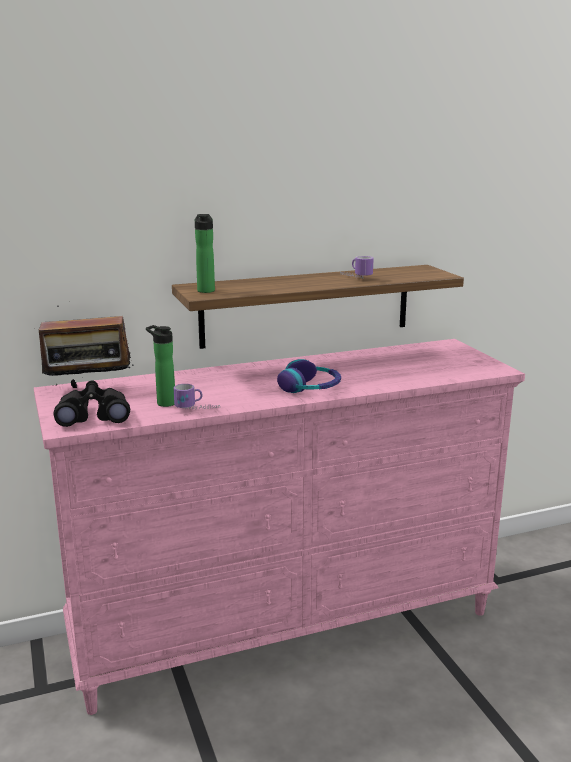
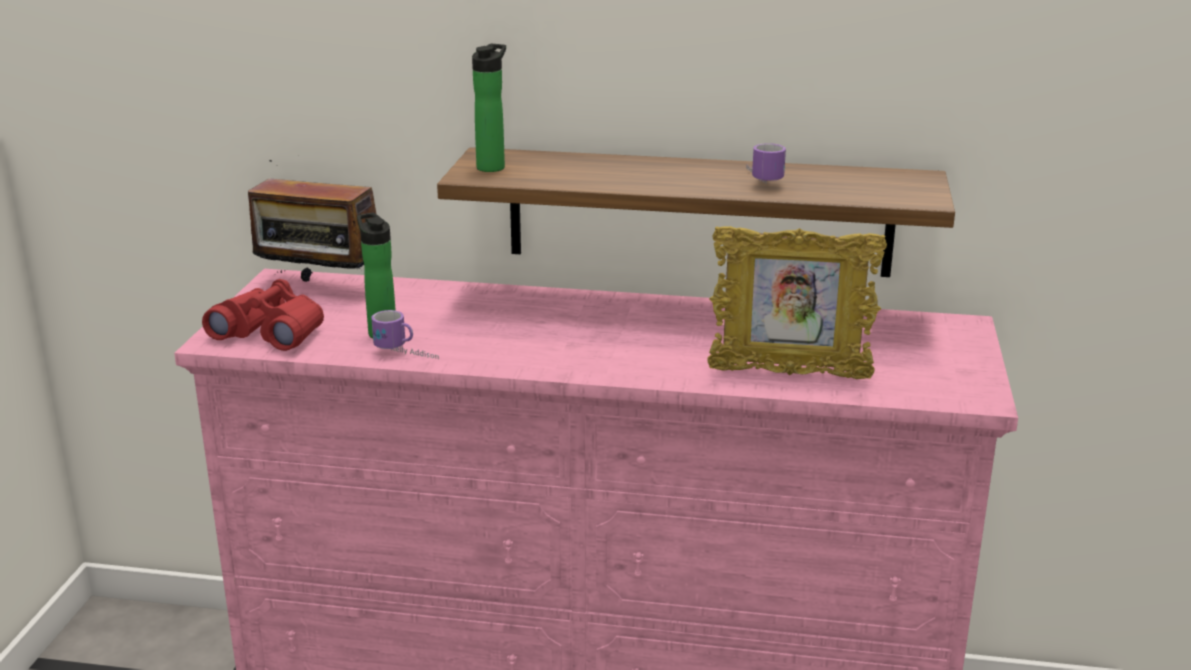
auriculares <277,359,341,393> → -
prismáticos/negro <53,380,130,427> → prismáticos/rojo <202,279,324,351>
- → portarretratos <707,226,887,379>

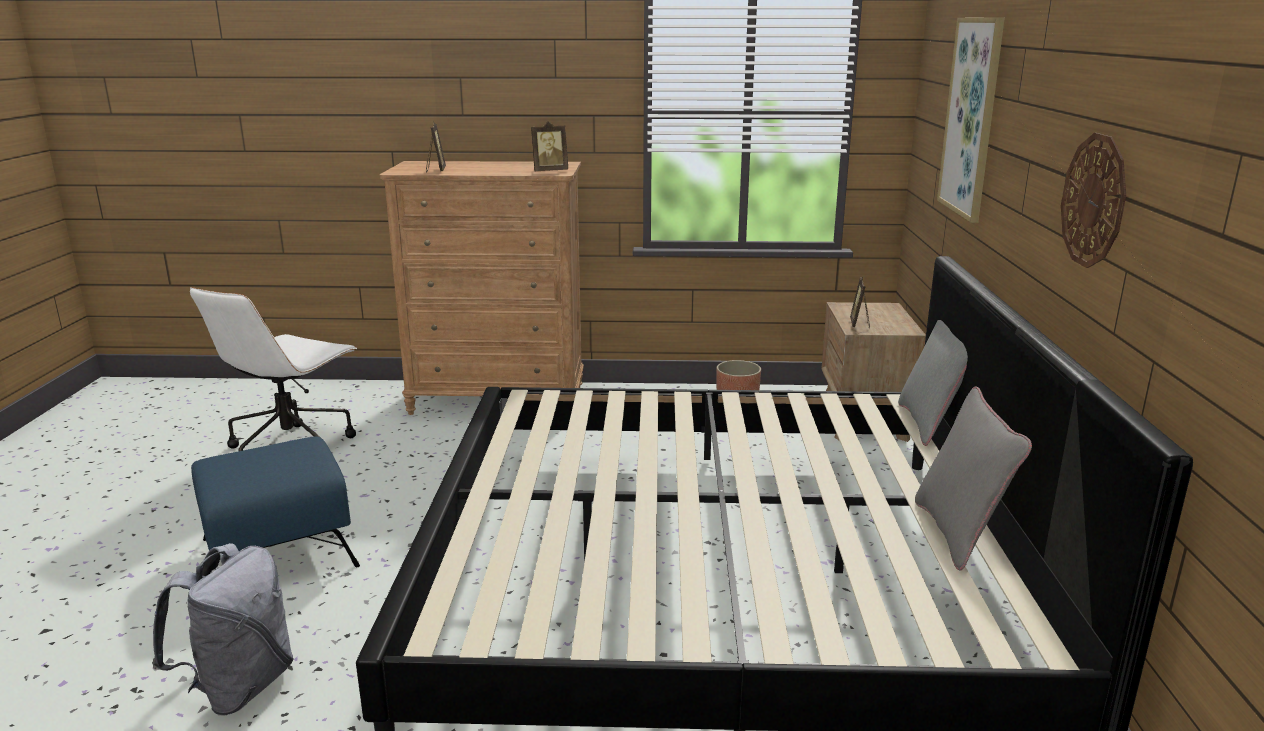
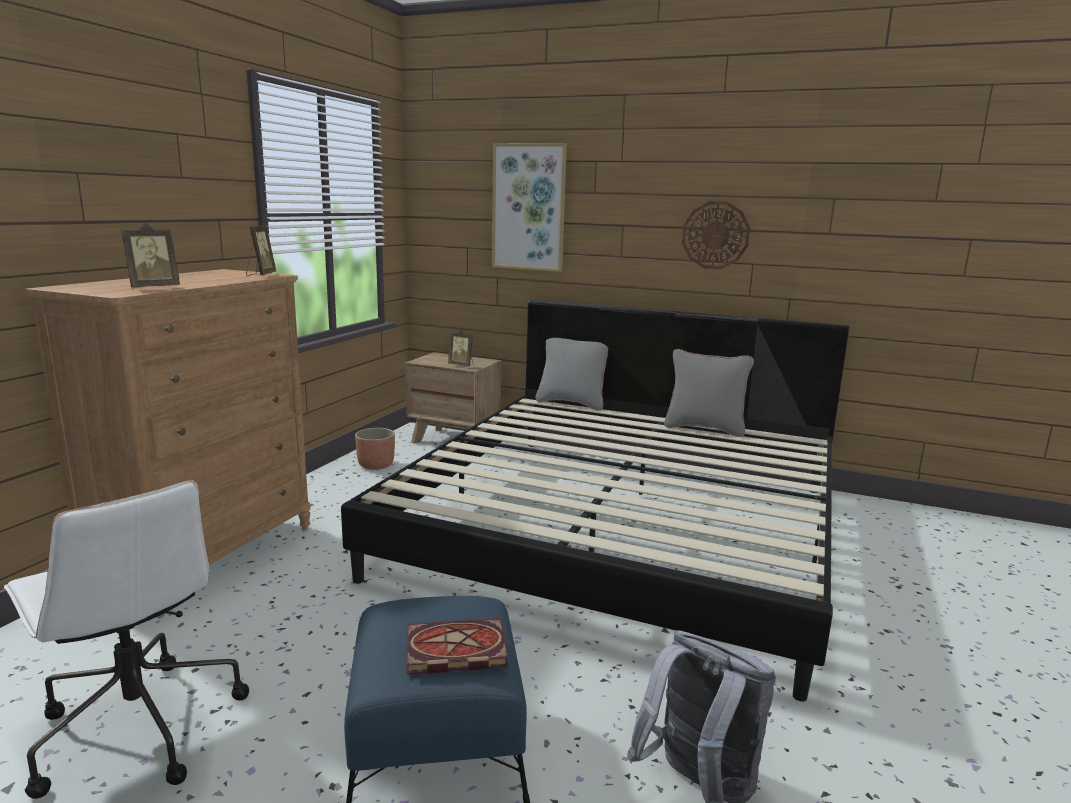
portarretratos <426,120,446,173> → portarretratos <121,222,180,287>, 120 degrees clockwise
- → libro <406,618,509,674>

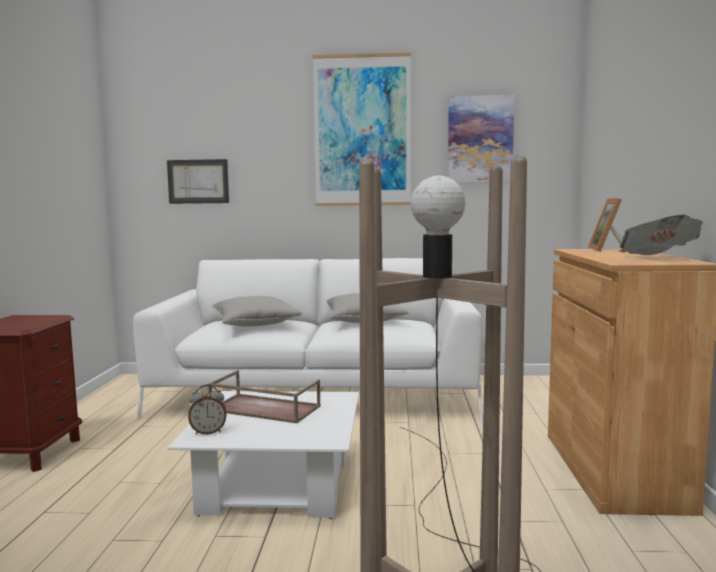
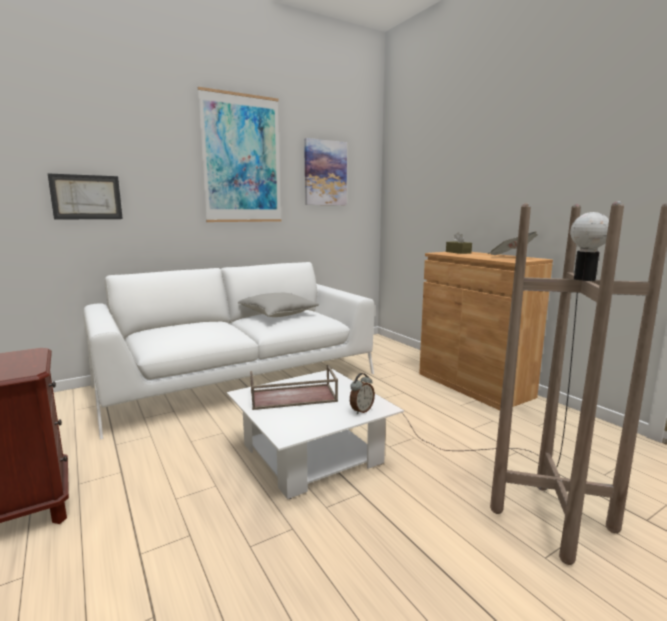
portarretratos <588,198,622,252> → caja de pañuelos/marrón <446,232,472,254>
cojín/gris <213,296,302,326> → -
despertador <188,384,227,435> → despertador <350,373,375,415>, relocated

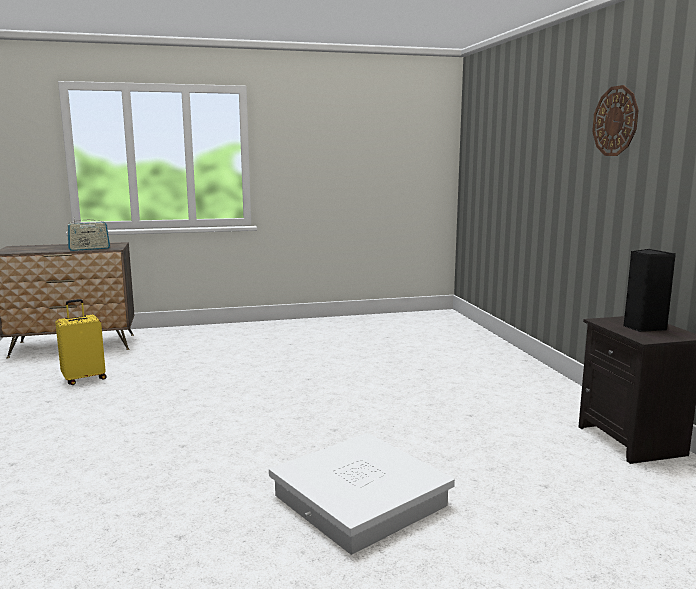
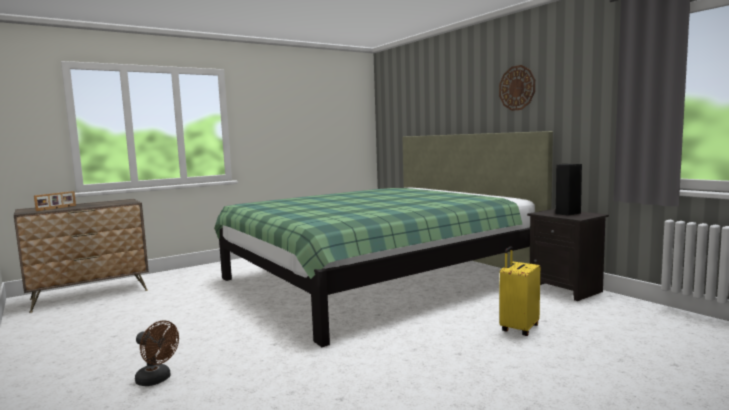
radio <67,217,110,251> → -
maleta/amarillo <55,299,107,385> → maleta/amarillo <499,246,540,336>, relocated
caja de almacenaje/blanco <269,433,455,555> → -
- → cama/verde <214,131,553,347>
- → portarretratos <34,191,76,211>
- → ventilador/marrón <135,320,179,386>

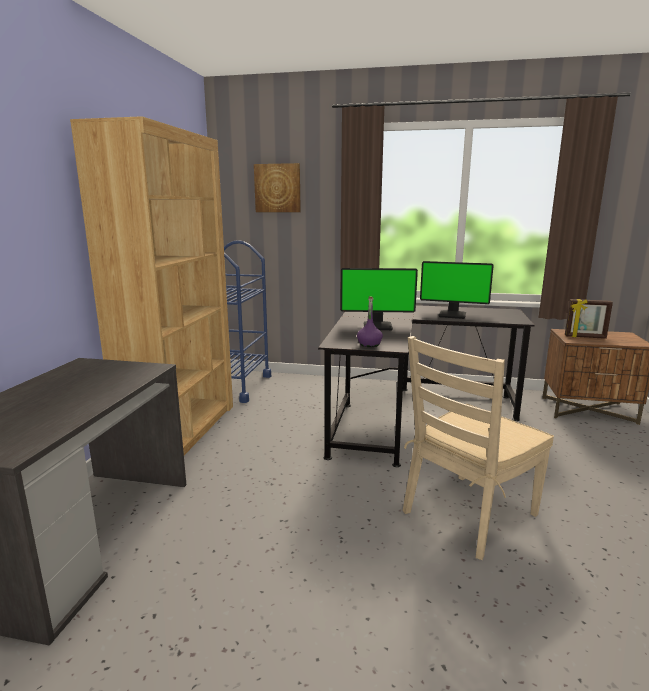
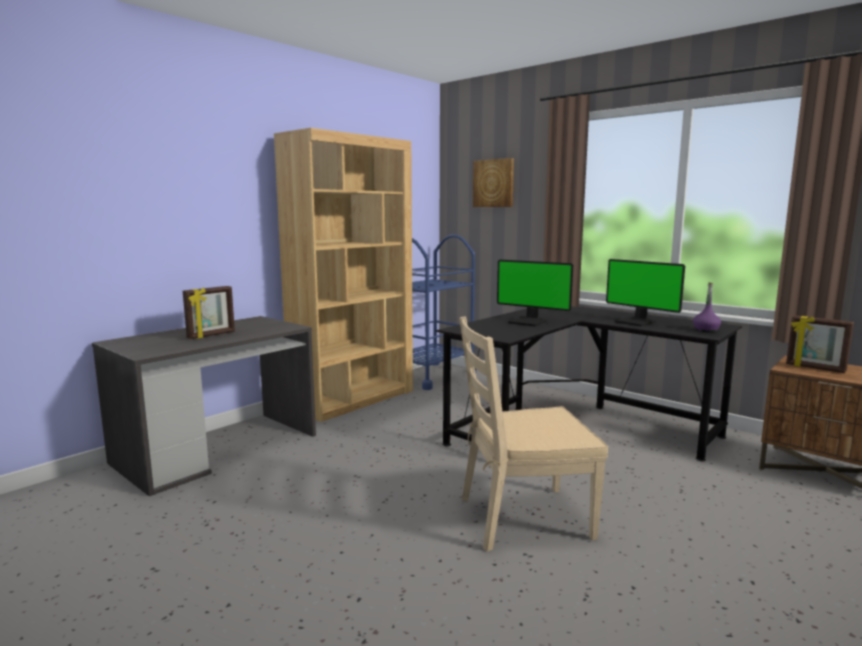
botella/morado <357,296,383,347> → botella/morado <693,282,721,332>, relocated
- → portarretratos <183,286,235,339>

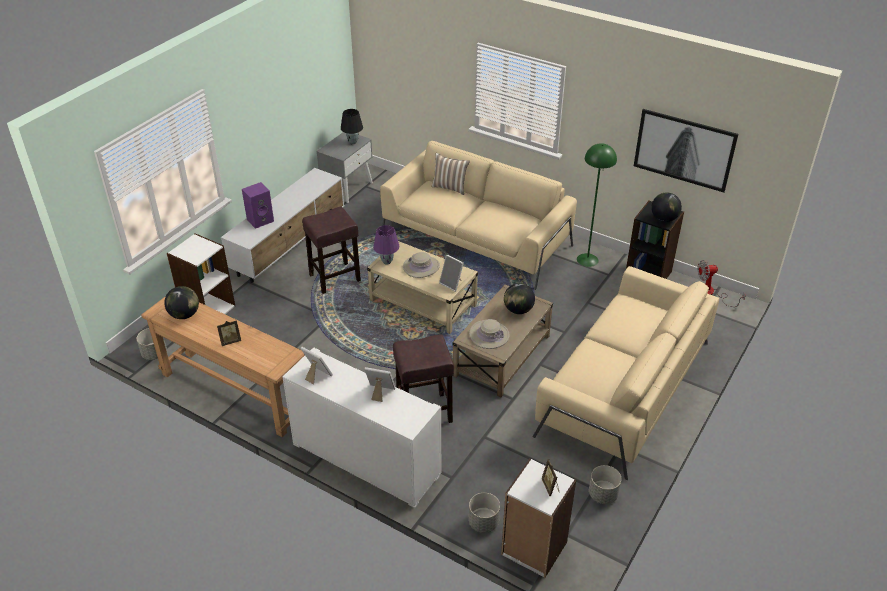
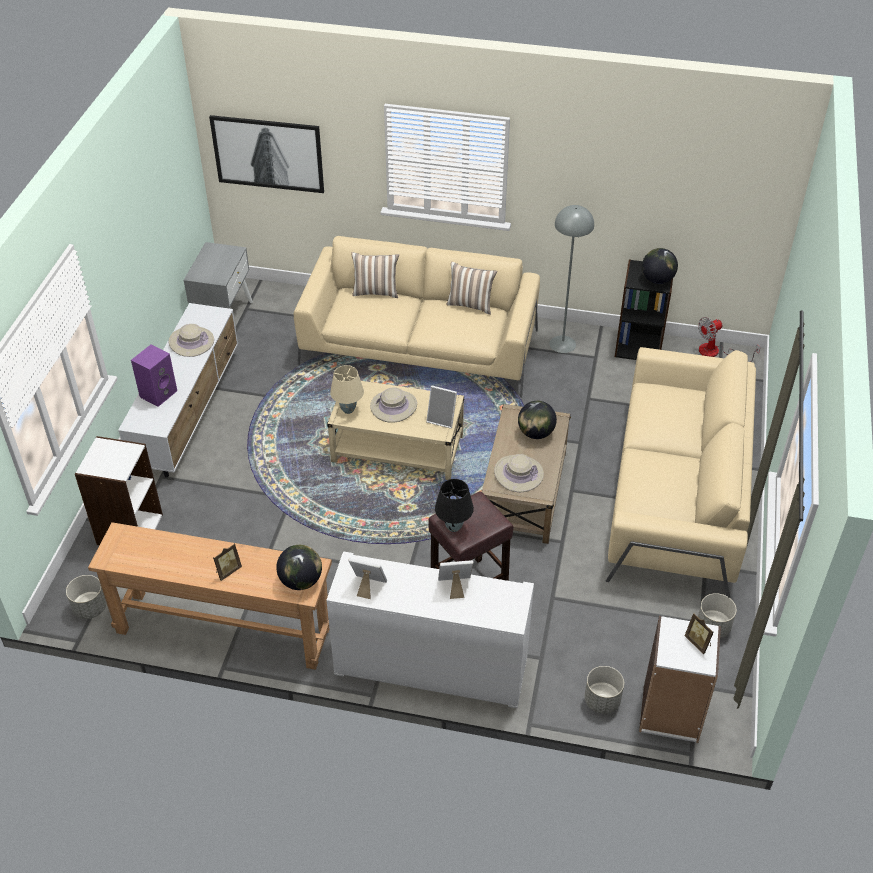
lámpara de mesa/negro <341,109,363,144> → lámpara de mesa/negro <435,479,474,532>, relocated
cuadro <634,109,738,192> → cuadro <209,115,324,193>, relocated
lámpara de pie/verde <577,143,617,267> → lámpara de pie/gris <549,205,594,353>
taburete/marrón <302,207,361,294> → -
lámpara de mesa/morado <373,225,399,264> → lámpara de mesa/beis <330,365,364,414>
globo terráqueo <164,286,199,319> → globo terráqueo <276,545,322,590>, relocated
- → cojín <446,261,497,315>
- → sombrero/beis <169,324,214,357>

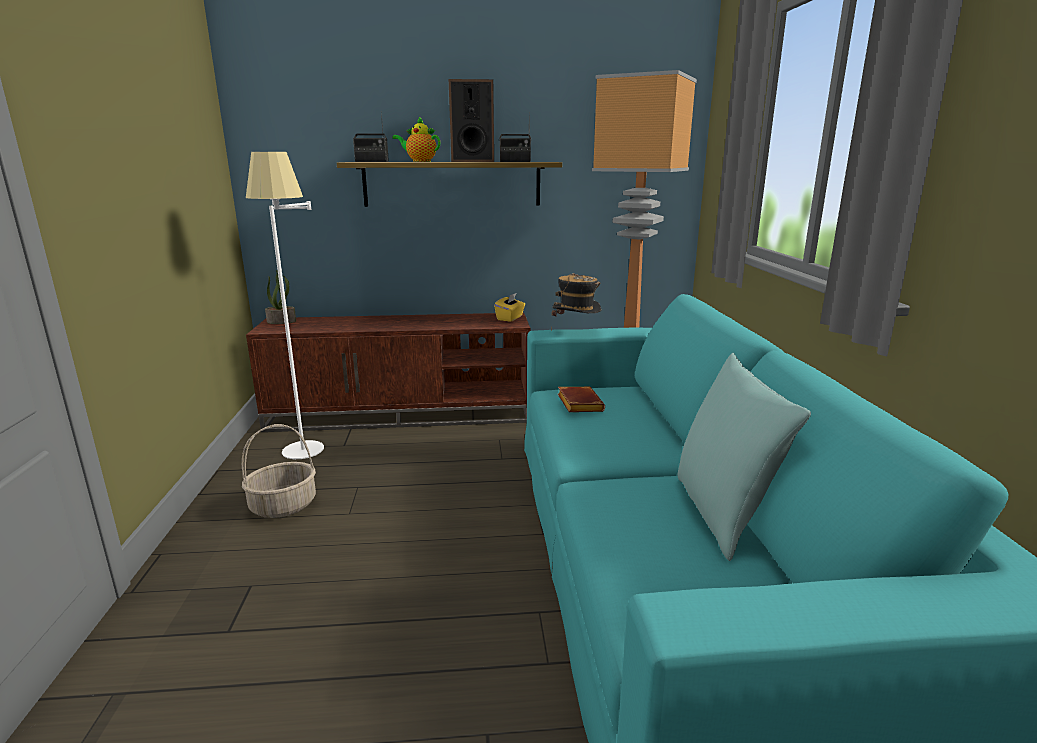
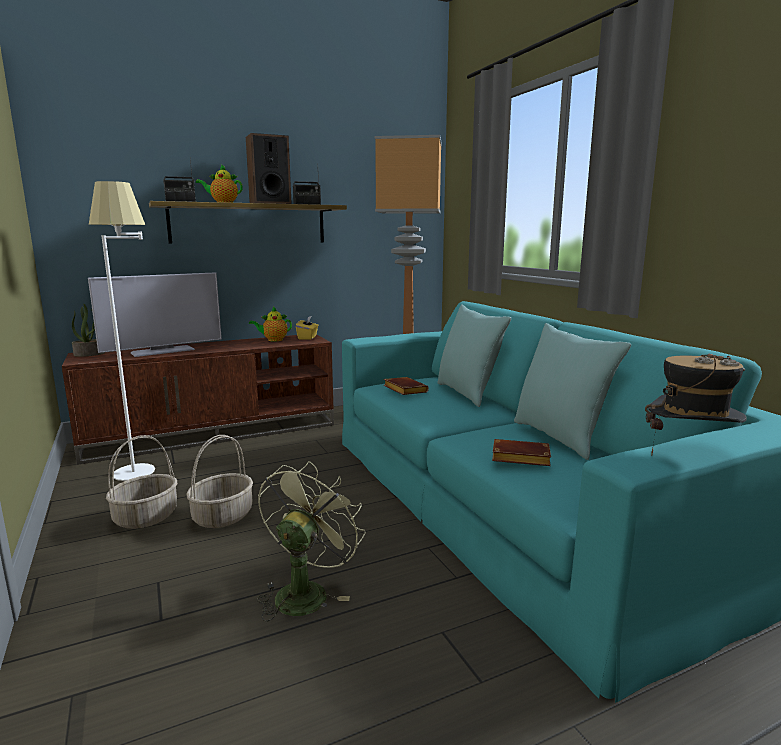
sombrero <551,273,601,331> → sombrero <645,353,747,454>, relocated
- → televisor <88,272,222,357>
- → cojín/turquesa <437,304,511,407>
- → tetera <249,306,292,341>
- → cesta <186,435,253,528>
- → libro/marrón <492,439,551,466>
- → ventilador/verde <257,461,366,622>

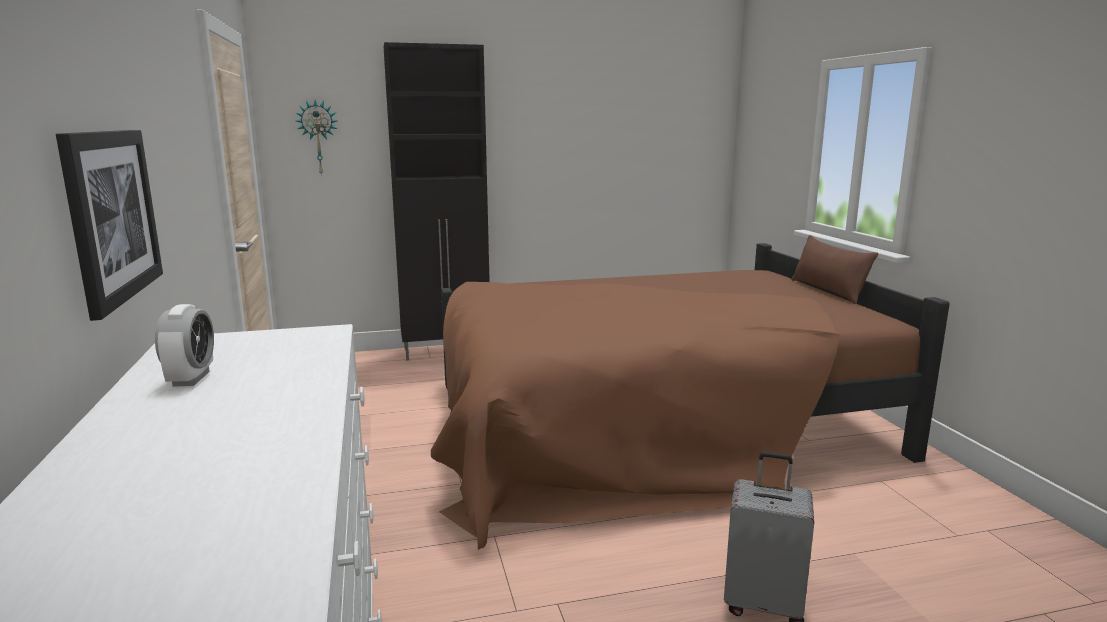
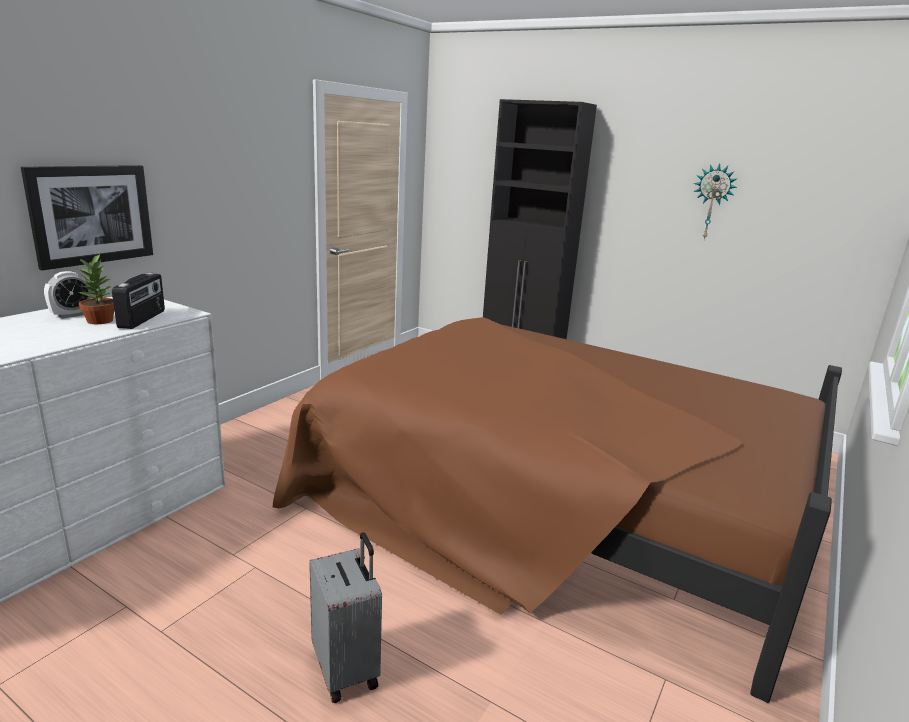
reloj de pared <295,100,337,176> → reloj de pared <694,164,737,240>, relocated
cojín/marrón <791,235,878,304> → -
- → planta en maceta <78,254,114,324>
- → radio <112,272,165,329>

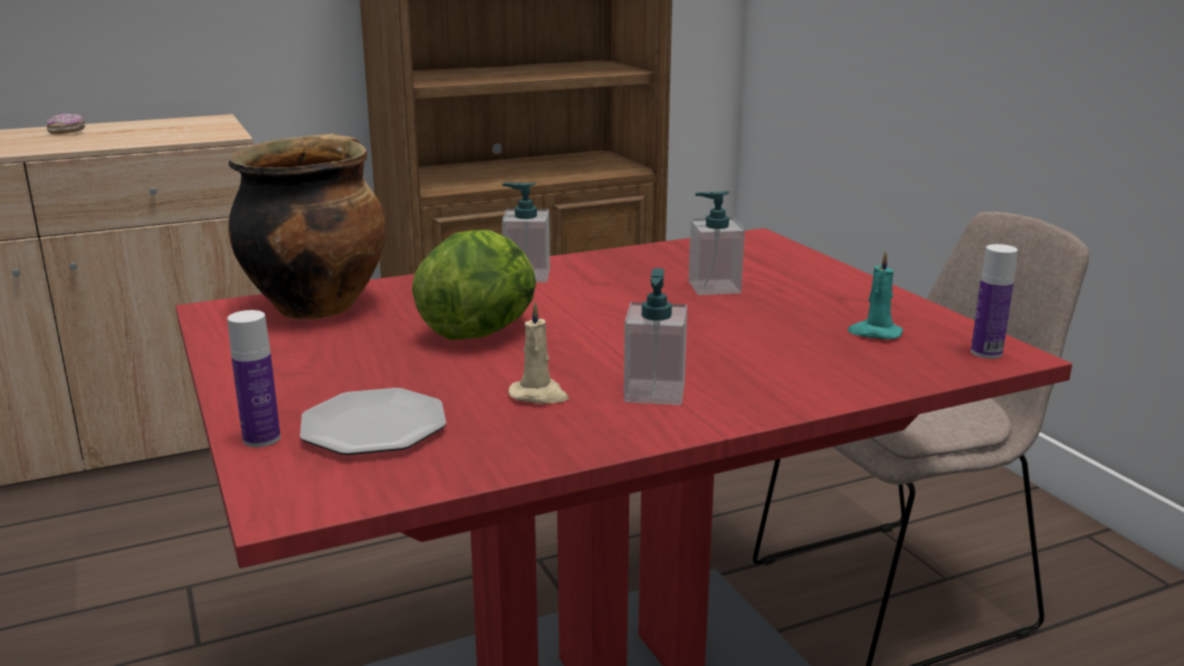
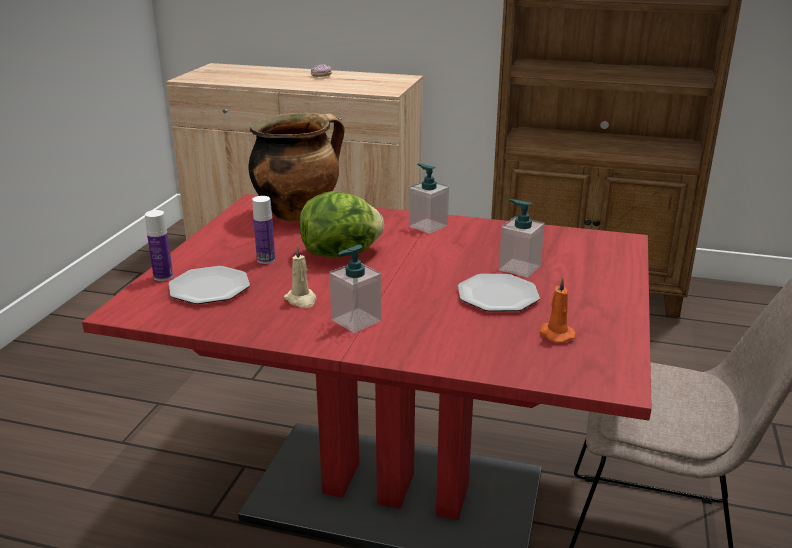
botella <971,244,1018,359> → botella <252,196,275,264>, relocated
vela/turquesa <847,250,903,339> → vela/naranja <539,277,576,343>
- → plato <458,274,540,311>

